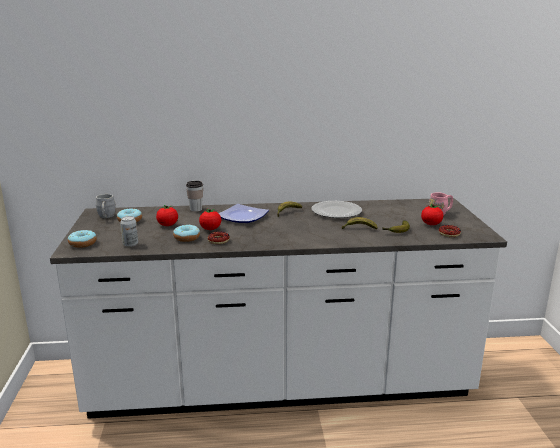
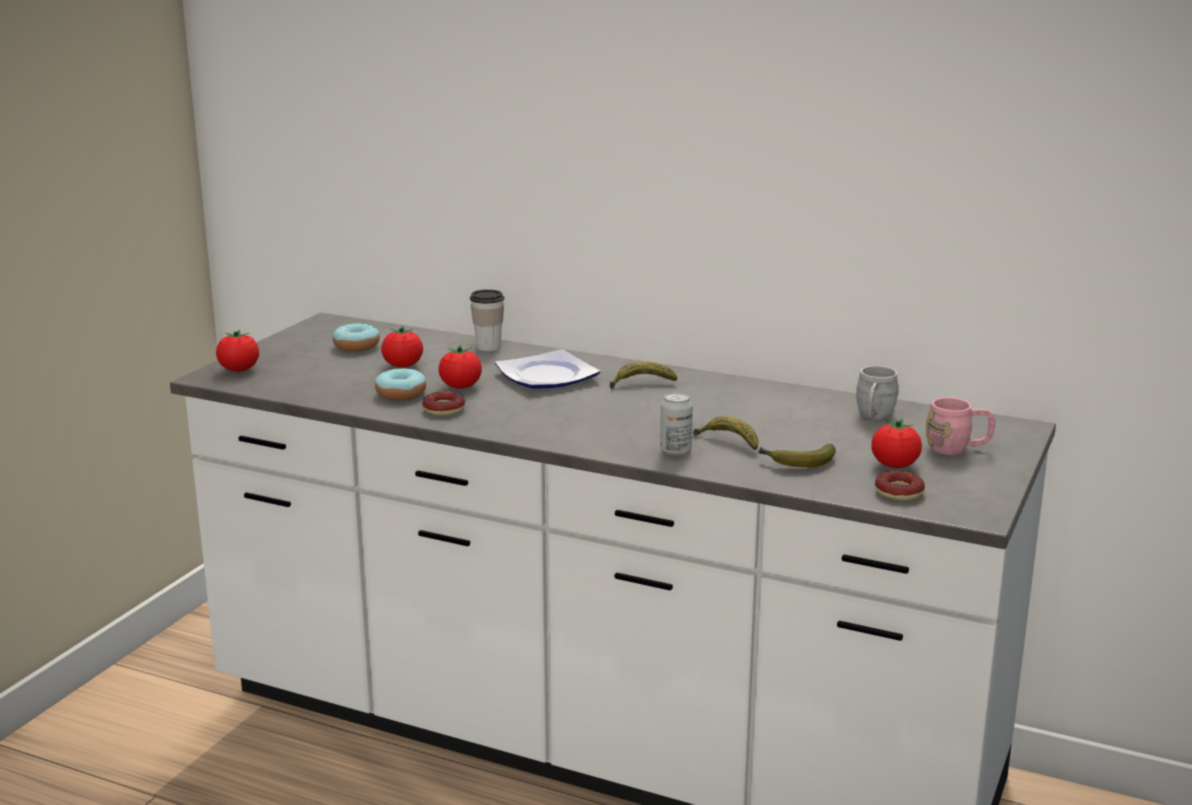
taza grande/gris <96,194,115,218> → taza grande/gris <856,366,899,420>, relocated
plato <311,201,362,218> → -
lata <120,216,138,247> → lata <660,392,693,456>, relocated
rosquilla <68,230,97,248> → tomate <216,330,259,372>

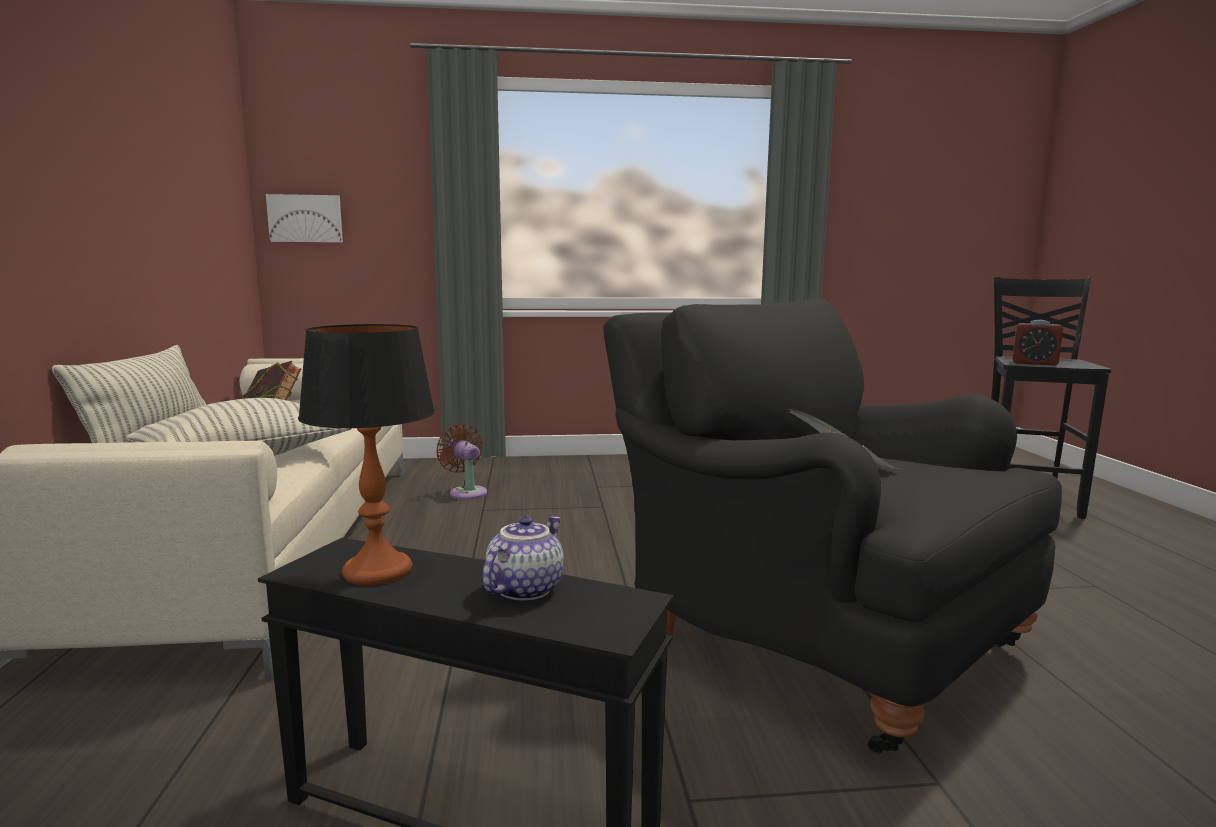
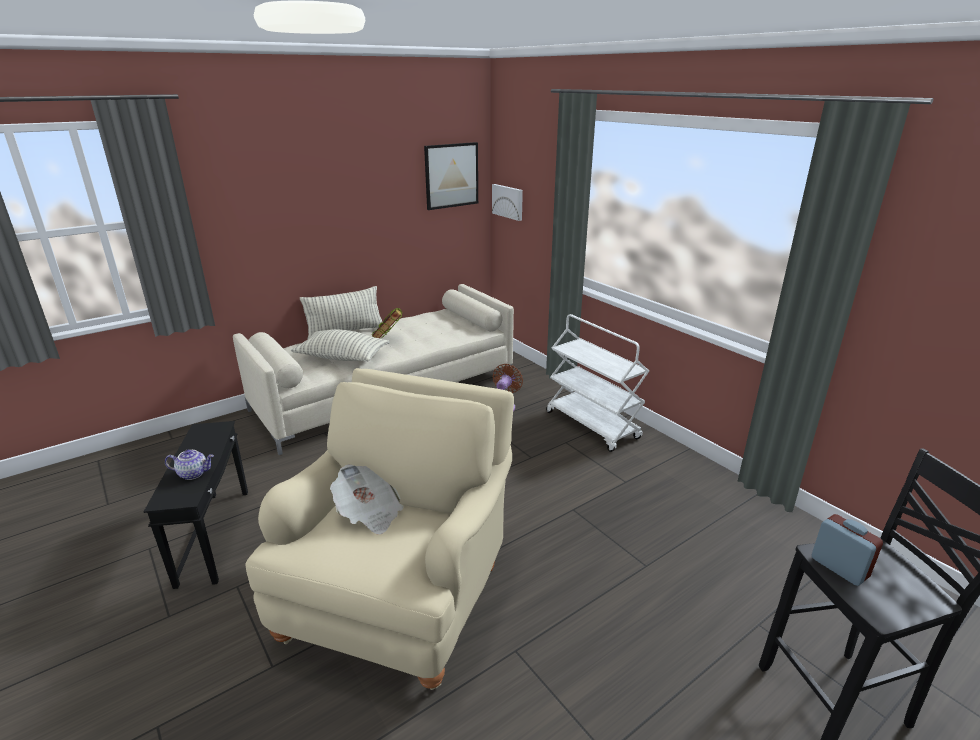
sillón/negro <603,299,1062,754> → sillón/beis <246,368,514,690>
despertador <1012,320,1063,366> → despertador <812,514,883,586>, 150 degrees clockwise
lámpara de mesa <298,324,435,585> → -
- → cuadro <424,142,478,210>
- → carrito/blanco <546,314,649,452>

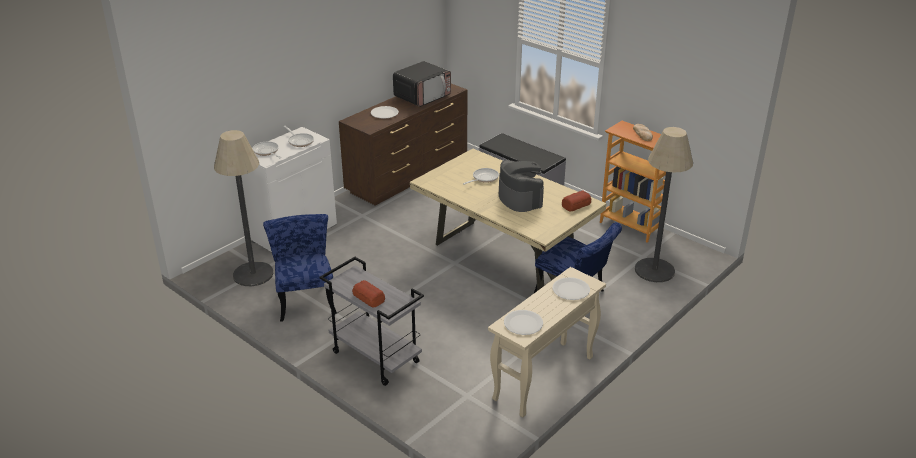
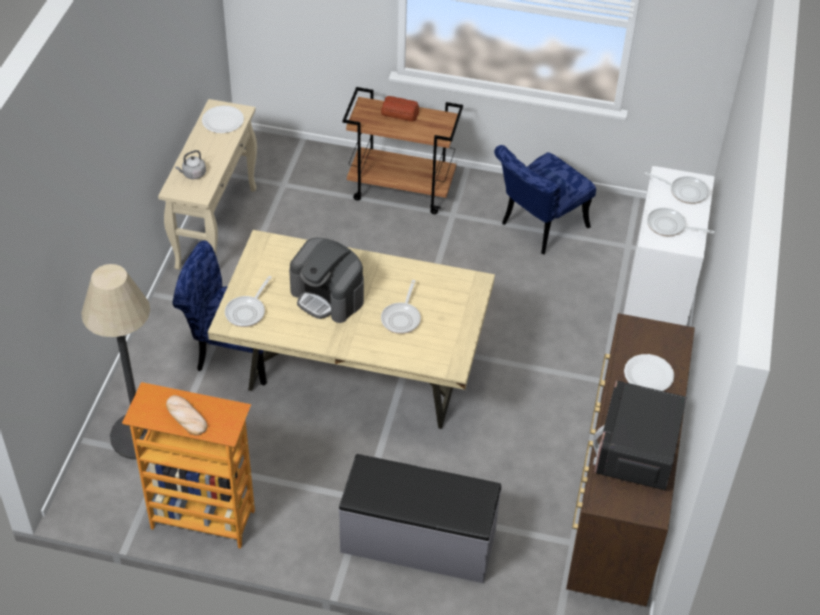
lámpara de pie <214,130,274,286> → -
pan <562,191,591,211> → sartén <225,276,272,327>
silla/azul <263,214,337,322> → silla/azul <494,145,596,254>, 90 degrees clockwise
carrito/gris <319,257,424,386> → carrito/marrón <342,87,463,214>
plato/blanco <553,277,590,300> → hervidor/gris <175,150,206,179>

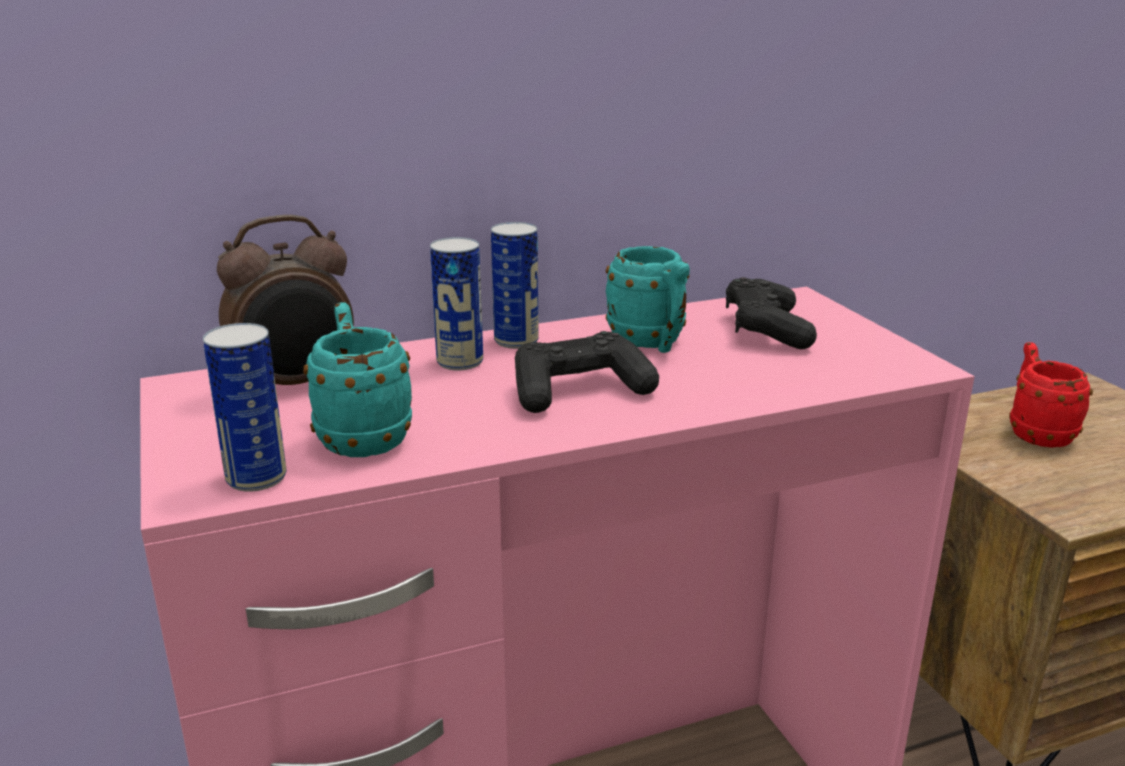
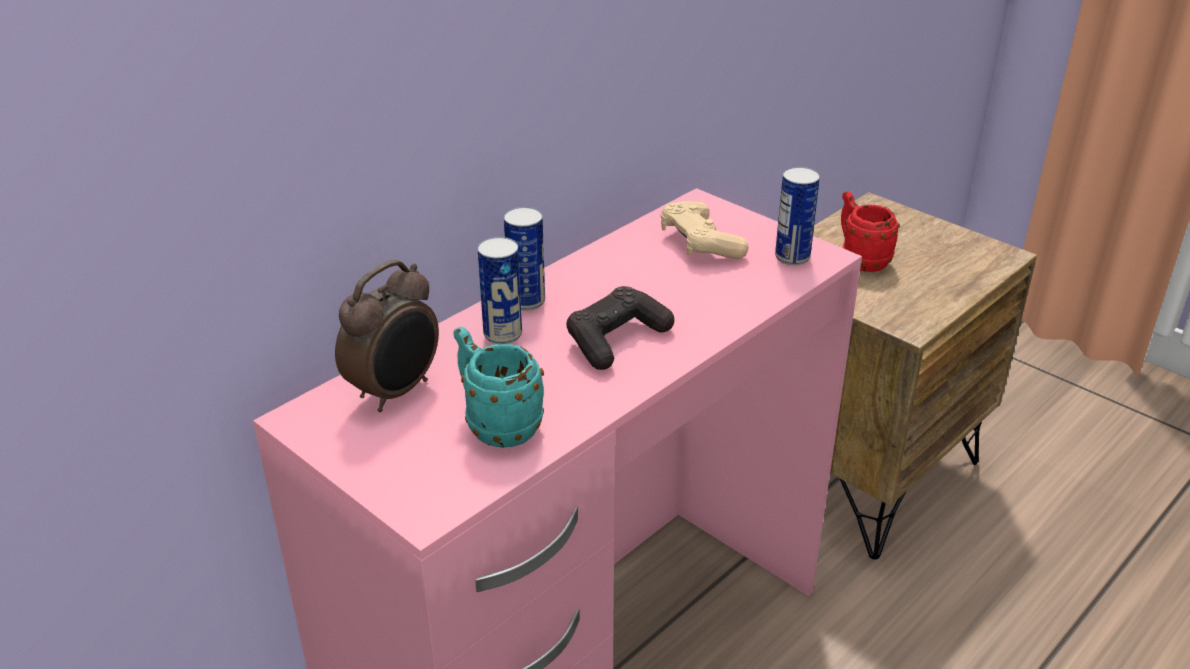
taza grande/turquesa <606,246,690,353> → -
mando de consola/negro <726,277,817,349> → mando de consola/beis <661,201,748,259>
lata <203,323,287,492> → lata <775,167,820,265>, relocated

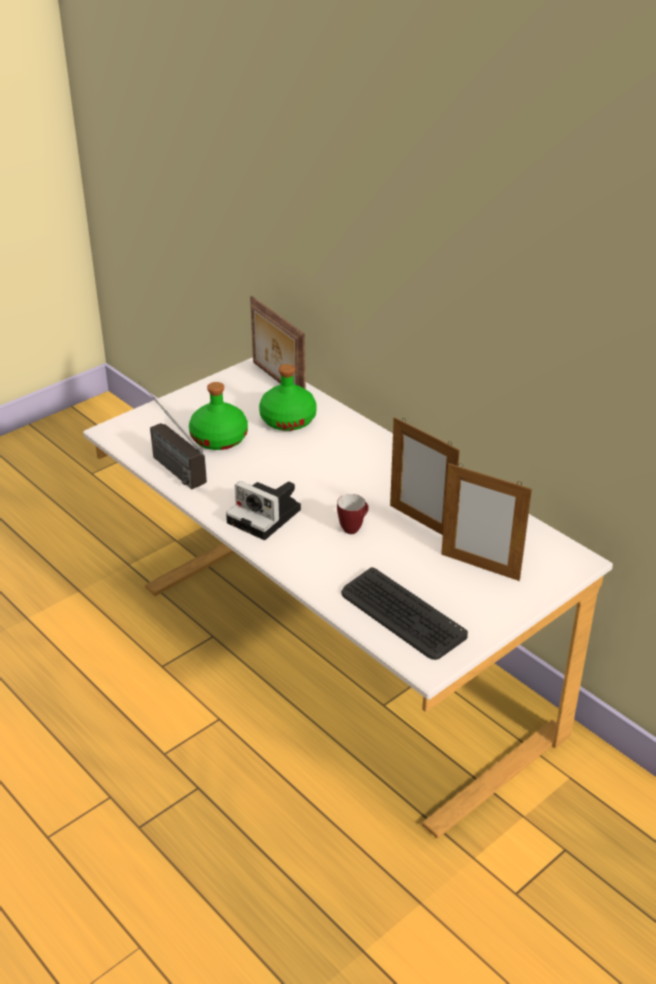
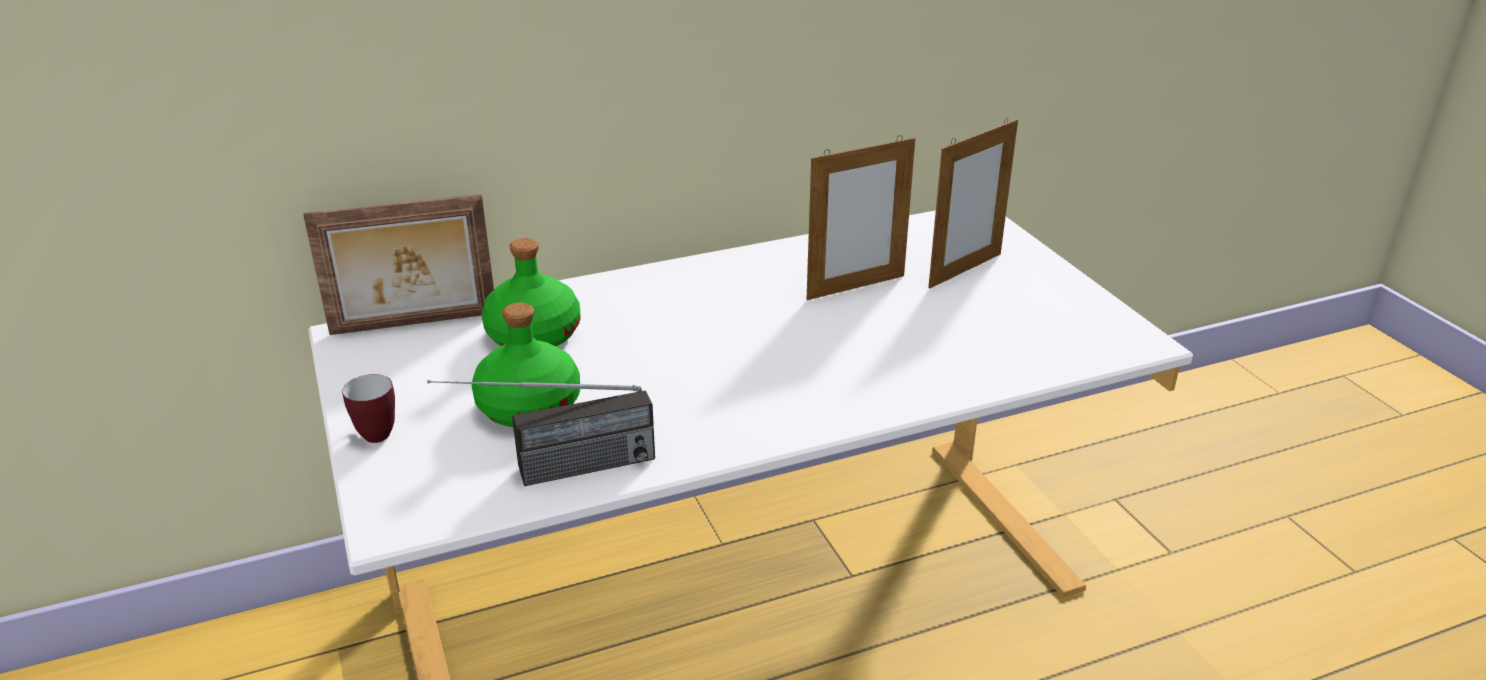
cámara <226,481,301,540> → -
taza grande <337,494,369,534> → taza grande <342,374,395,443>, relocated
teclado <341,567,468,660> → -

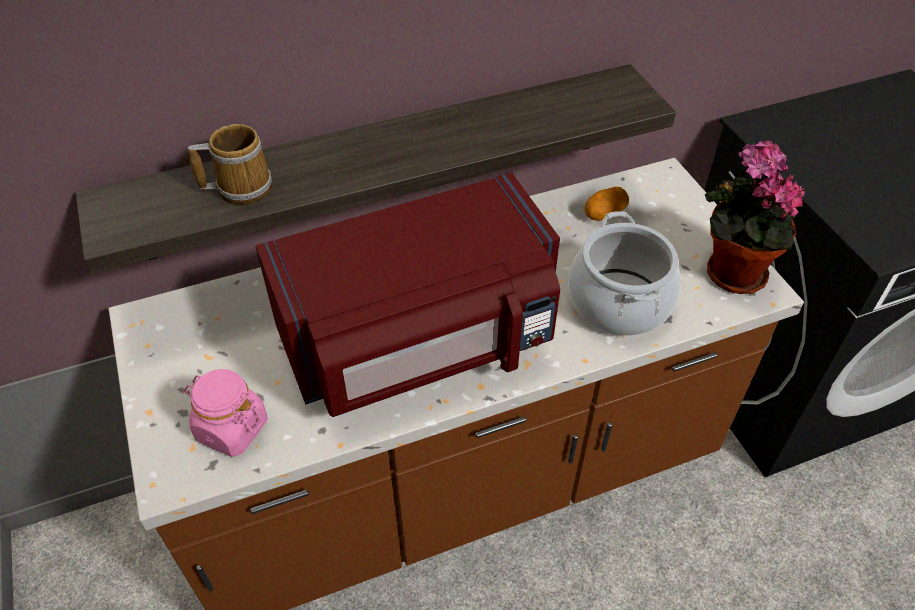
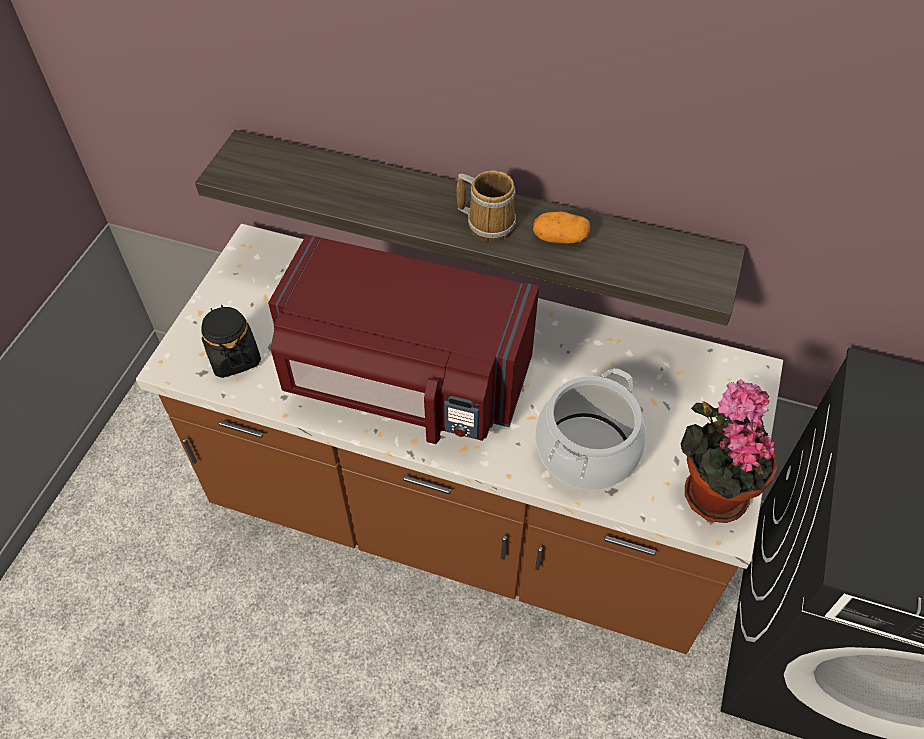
taza grande <188,124,272,205> → taza grande <456,170,516,241>, relocated
patata <584,187,629,221> → patata <533,212,590,244>, relocated
tarro/rosa <184,369,268,457> → tarro/negro <201,305,261,378>

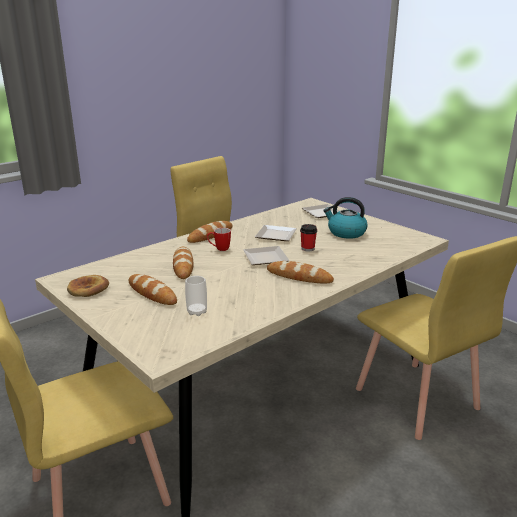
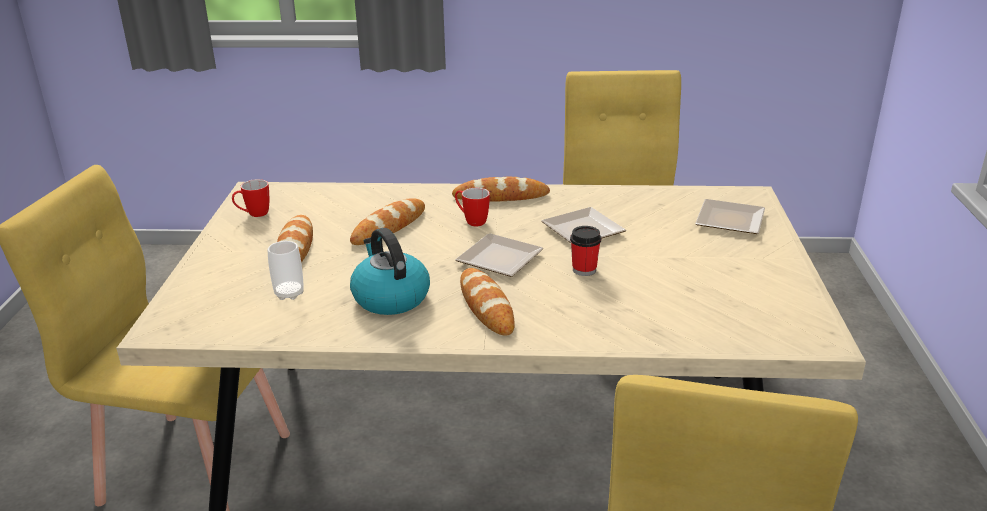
hervidor <323,197,368,239> → hervidor <350,228,430,315>, relocated
pan <67,275,109,297> → taza grande <232,179,269,217>

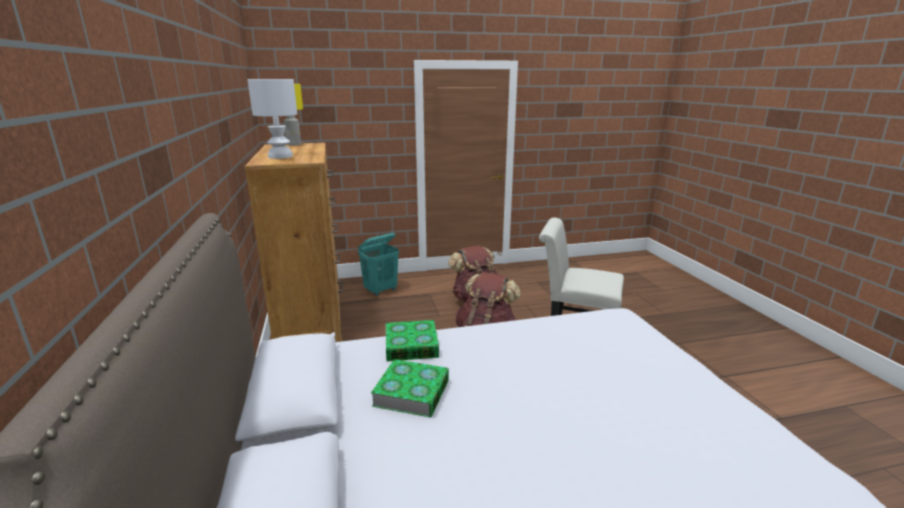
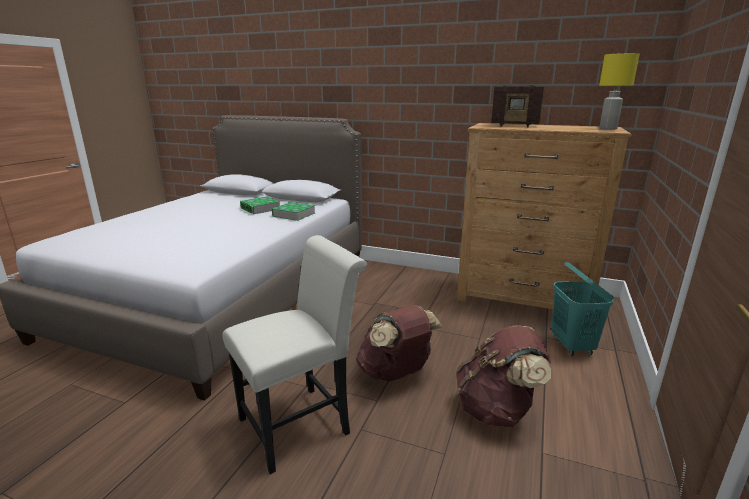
lámpara de mesa/blanco <247,79,297,159> → radio <491,85,544,127>

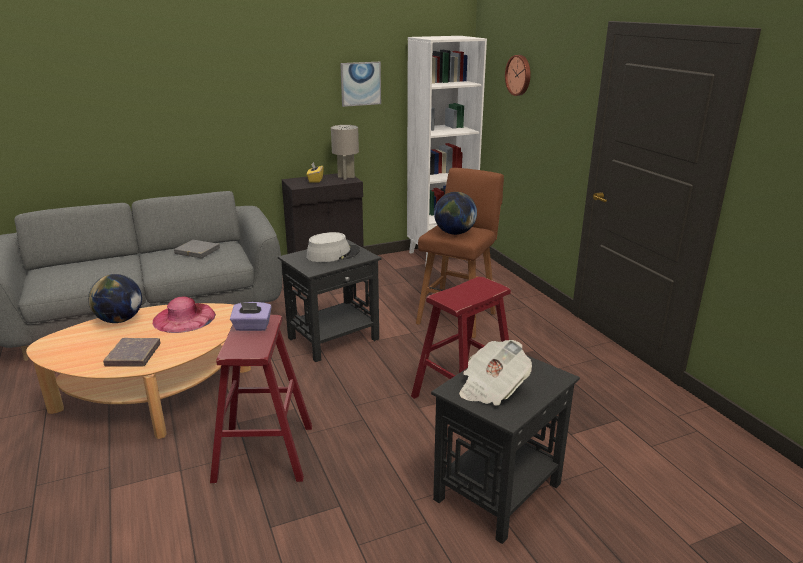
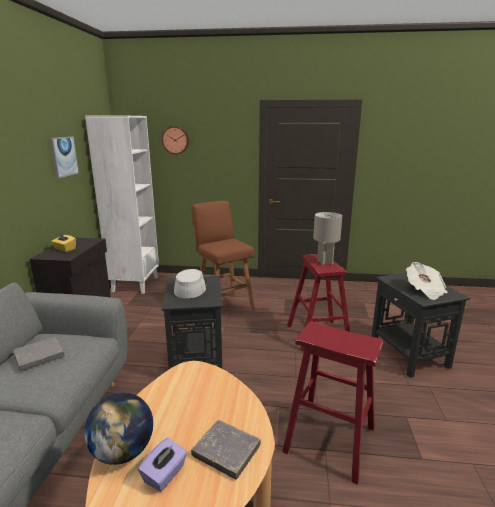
lámpara de mesa/gris <331,125,359,180> → lámpara de mesa/gris <313,212,342,265>, relocated
globo terráqueo <434,192,477,235> → -
sombrero/rosa <153,296,216,333> → -
caja de pañuelos/morado <230,302,272,331> → caja de pañuelos/morado <138,438,187,492>, relocated

